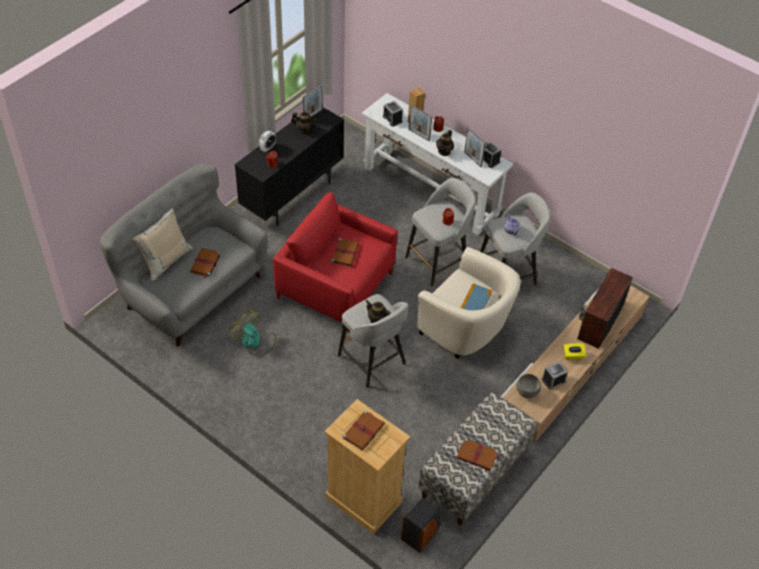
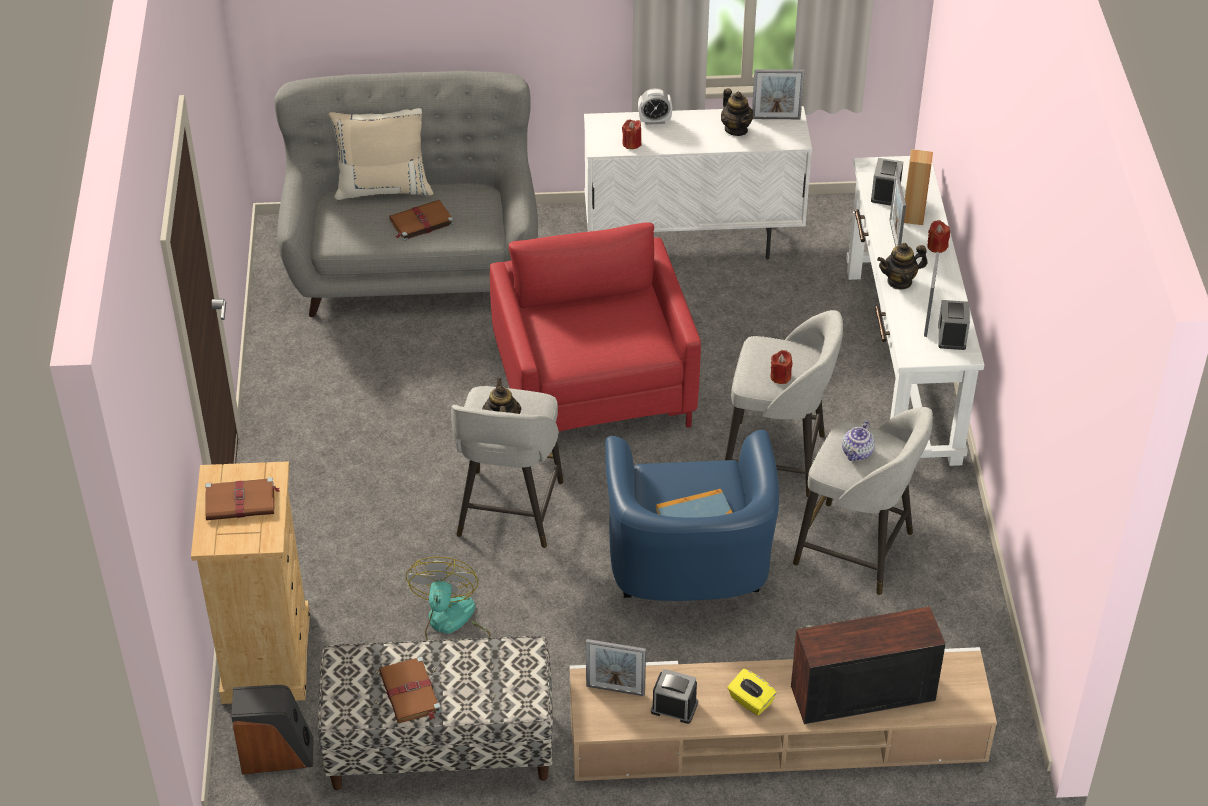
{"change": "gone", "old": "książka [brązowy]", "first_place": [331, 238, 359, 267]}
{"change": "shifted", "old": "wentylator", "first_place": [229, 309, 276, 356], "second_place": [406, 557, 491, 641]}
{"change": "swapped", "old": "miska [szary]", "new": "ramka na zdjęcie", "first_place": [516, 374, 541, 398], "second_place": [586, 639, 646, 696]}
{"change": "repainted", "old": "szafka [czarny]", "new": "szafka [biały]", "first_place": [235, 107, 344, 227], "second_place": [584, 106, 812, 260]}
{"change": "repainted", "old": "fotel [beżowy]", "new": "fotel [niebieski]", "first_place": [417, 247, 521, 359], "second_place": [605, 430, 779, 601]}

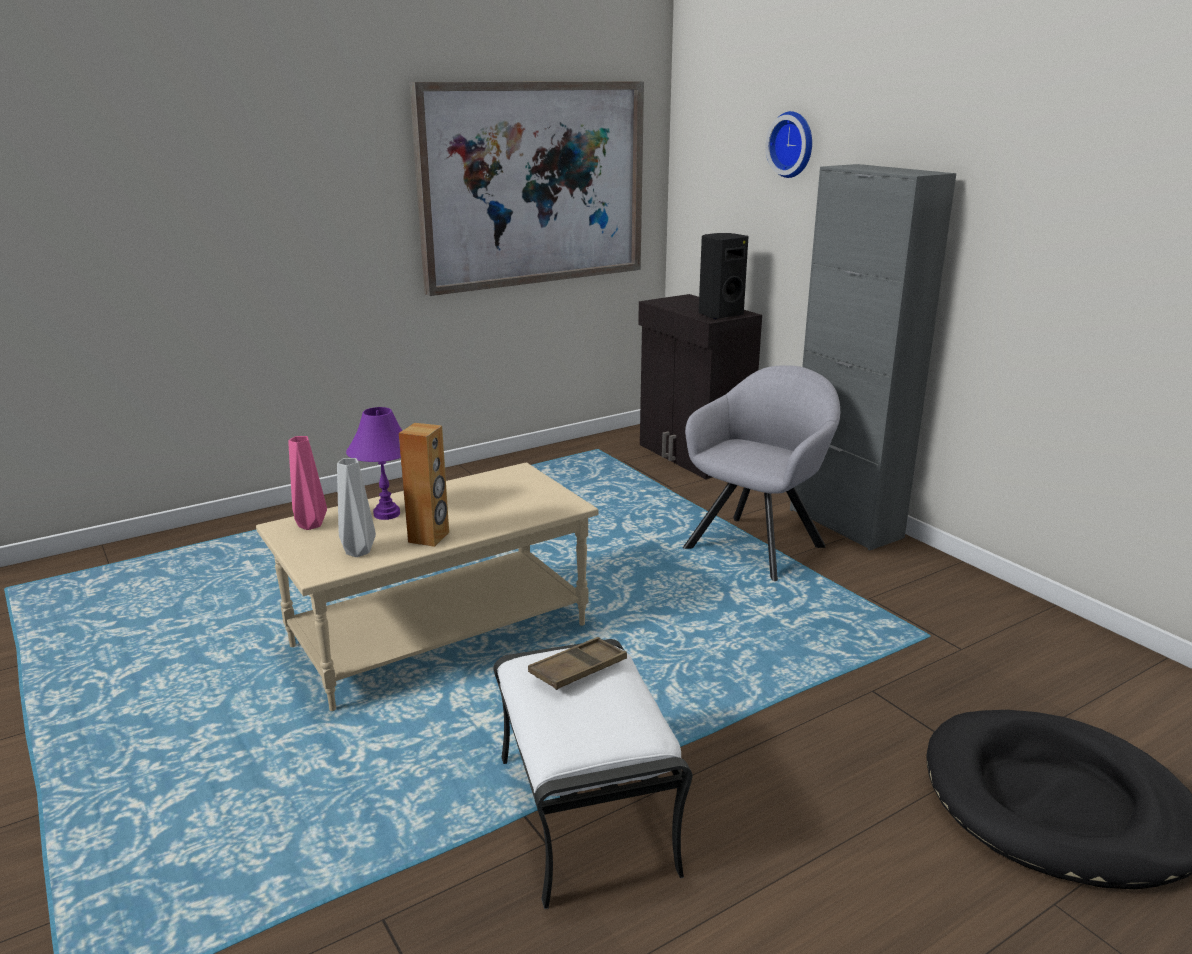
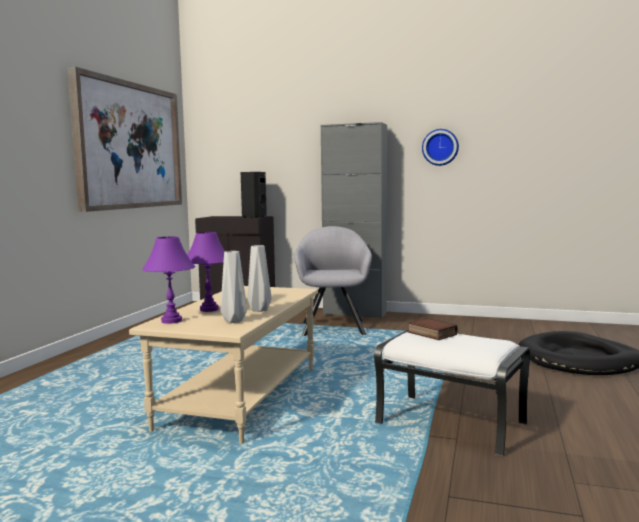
{"change": "shifted", "old": "zegar ścienny", "first_place": [765, 111, 812, 178], "second_place": [422, 129, 459, 166]}
{"change": "swapped", "old": "wazon [różowy]", "new": "lampa stołowa [fioletowy]", "first_place": [288, 436, 327, 530], "second_place": [142, 237, 195, 324]}
{"change": "swapped", "old": "głośnik [brązowy]", "new": "wazon [szary]", "first_place": [399, 423, 449, 547], "second_place": [247, 245, 271, 312]}
{"change": "swapped", "old": "taca [brązowy]", "new": "książka", "first_place": [528, 637, 627, 690], "second_place": [408, 318, 458, 340]}

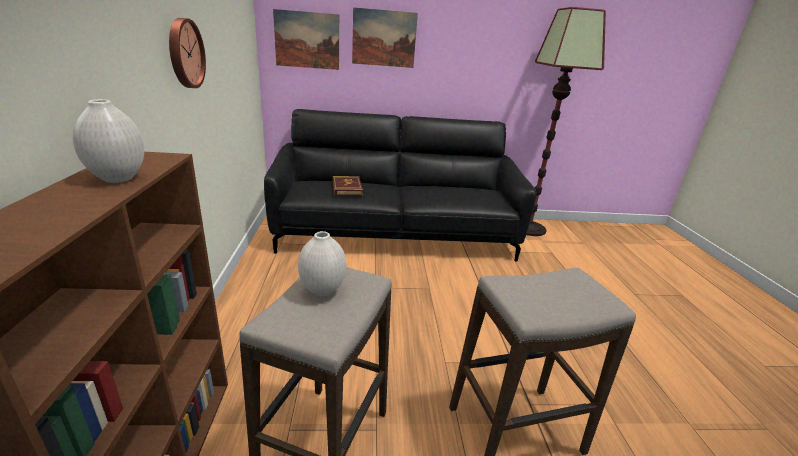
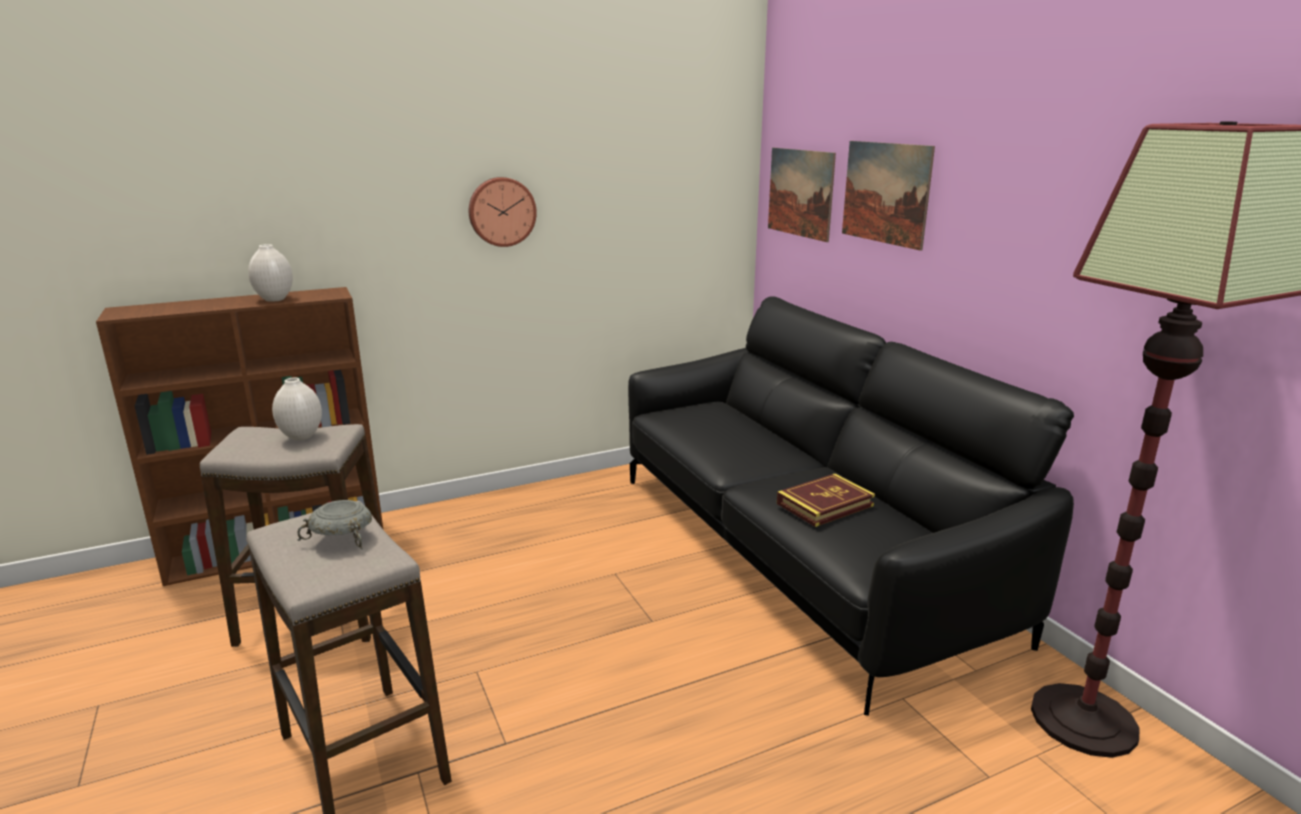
{"change": "new", "new": "miska [szary]", "second_place": [297, 500, 372, 550]}
{"change": "shifted", "old": "książka", "first_place": [333, 176, 363, 196], "second_place": [777, 474, 875, 527]}

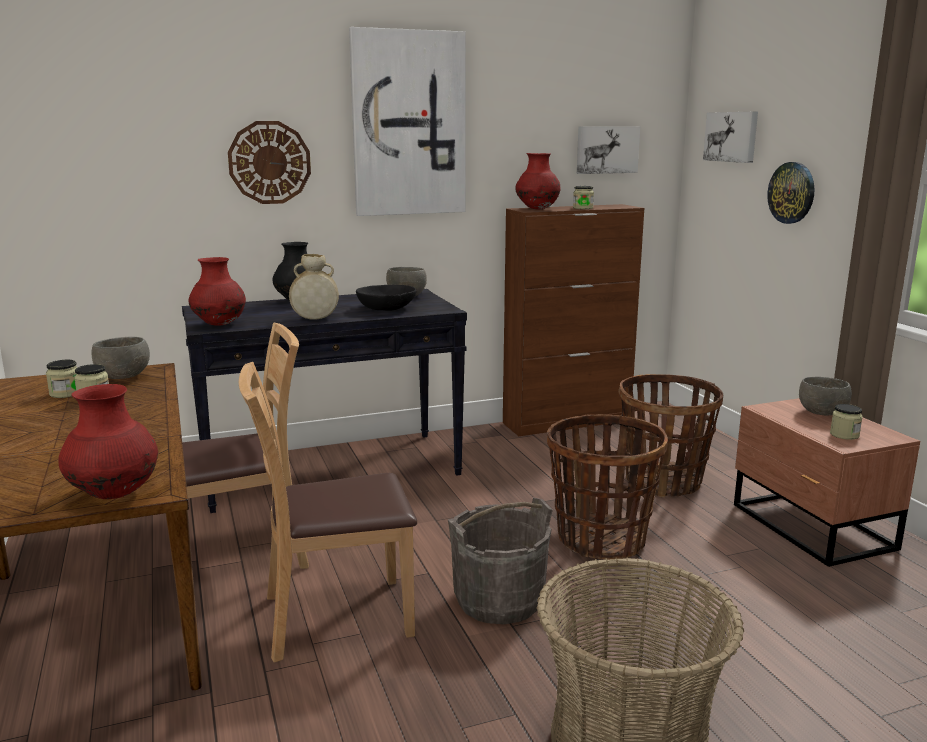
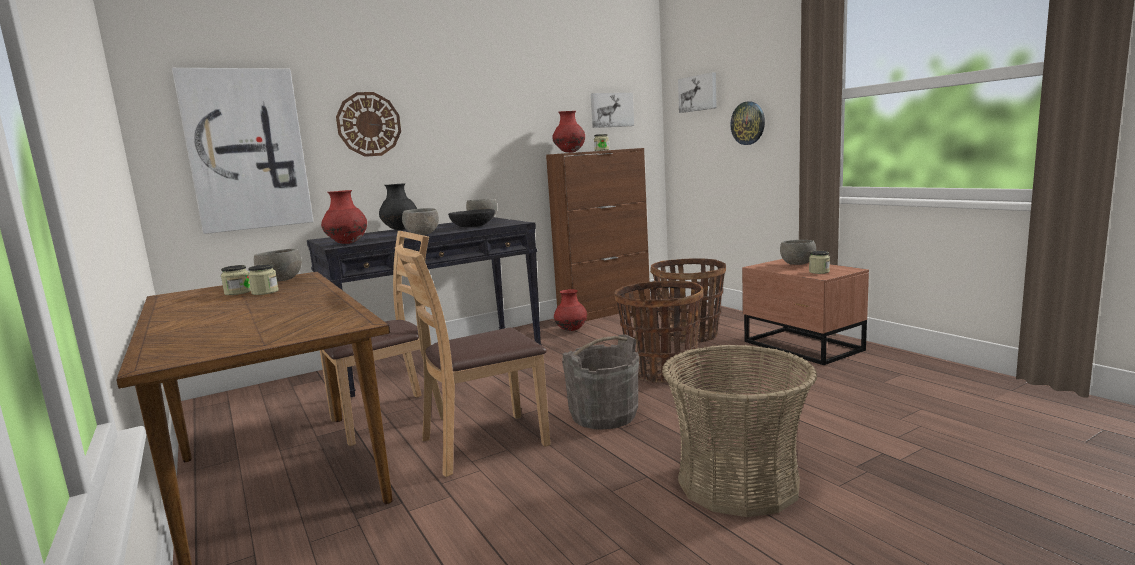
{"change": "shifted", "old": "wazon [czerwony]", "first_place": [58, 384, 158, 499], "second_place": [554, 289, 587, 331]}
{"change": "shifted", "old": "obraz", "first_place": [349, 27, 466, 216], "second_place": [172, 68, 314, 234]}
{"change": "swapped", "old": "wazon [beżowy]", "new": "miska [szary]", "first_place": [289, 254, 339, 320], "second_place": [402, 208, 439, 235]}

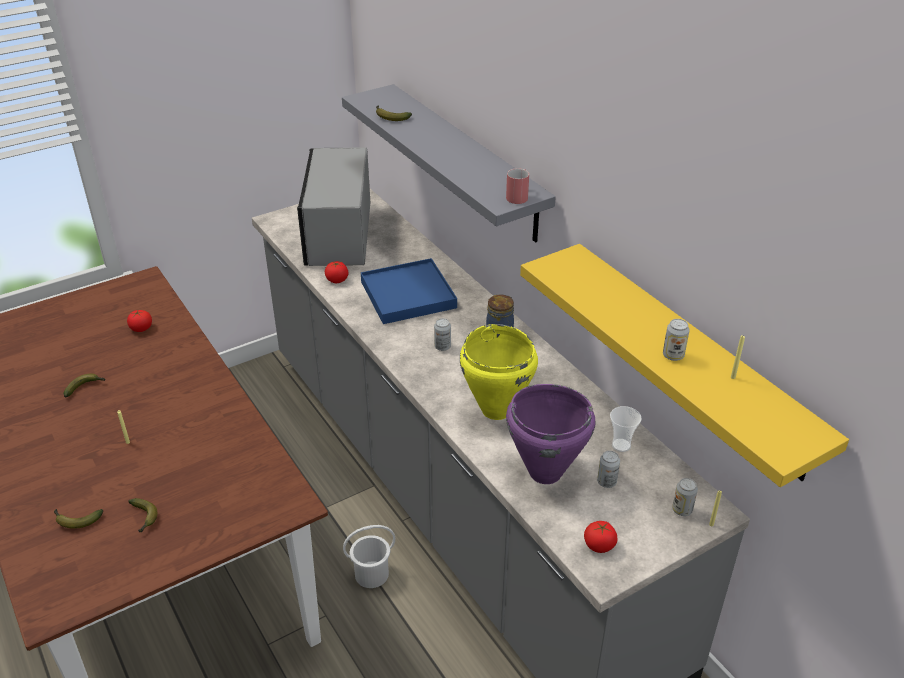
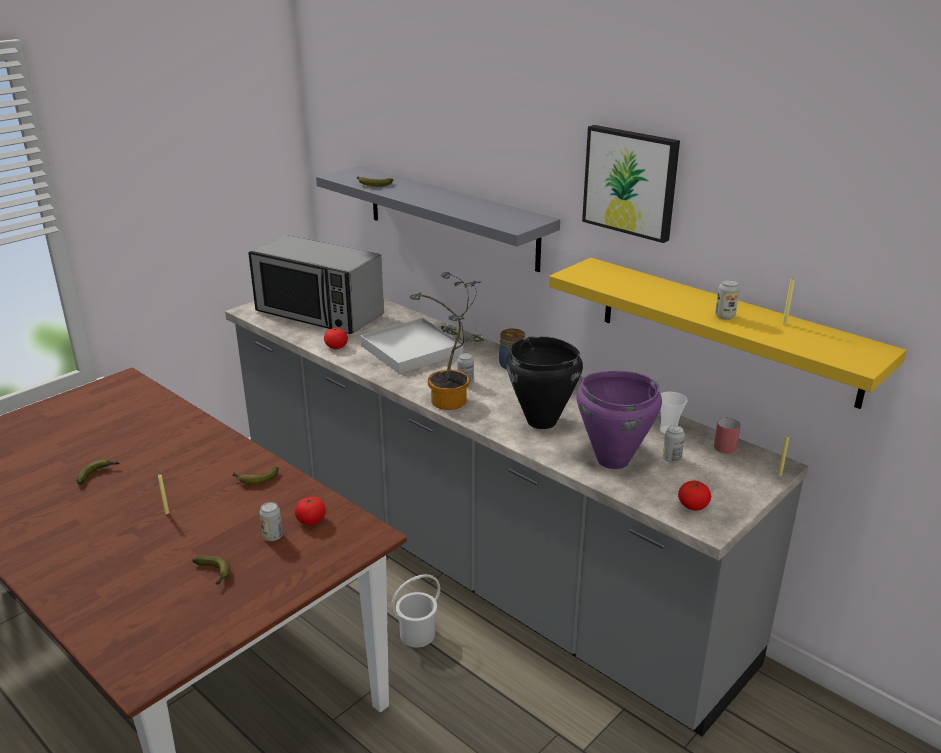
{"change": "new", "new": "roślina doniczkowa", "second_place": [410, 272, 484, 410]}
{"change": "new", "new": "obraz", "second_place": [582, 125, 680, 243]}
{"change": "shifted", "old": "banan", "first_place": [54, 509, 103, 529], "second_place": [232, 467, 279, 484]}
{"change": "shifted", "old": "pomidor", "first_place": [127, 310, 152, 332], "second_place": [295, 497, 326, 525]}
{"change": "shifted", "old": "kubek [czerwony]", "first_place": [506, 168, 529, 204], "second_place": [714, 417, 741, 454]}
{"change": "shifted", "old": "puszka", "first_place": [672, 478, 698, 516], "second_place": [259, 502, 283, 541]}
{"change": "repainted", "old": "taca [niebieski]", "new": "taca [biały]", "first_place": [361, 258, 457, 324], "second_place": [360, 318, 463, 374]}
{"change": "repainted", "old": "garnek [żółty]", "new": "garnek [czarny]", "first_place": [460, 324, 538, 420], "second_place": [506, 336, 583, 429]}
{"change": "rotated", "old": "mikrofalówka", "first_place": [297, 147, 370, 266], "second_place": [248, 235, 384, 334], "degrees": -45}

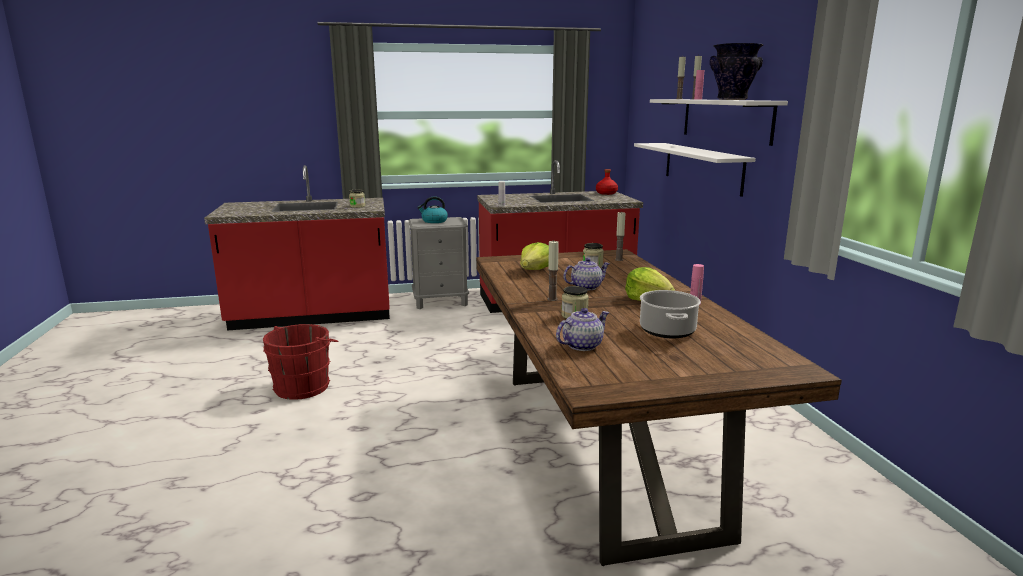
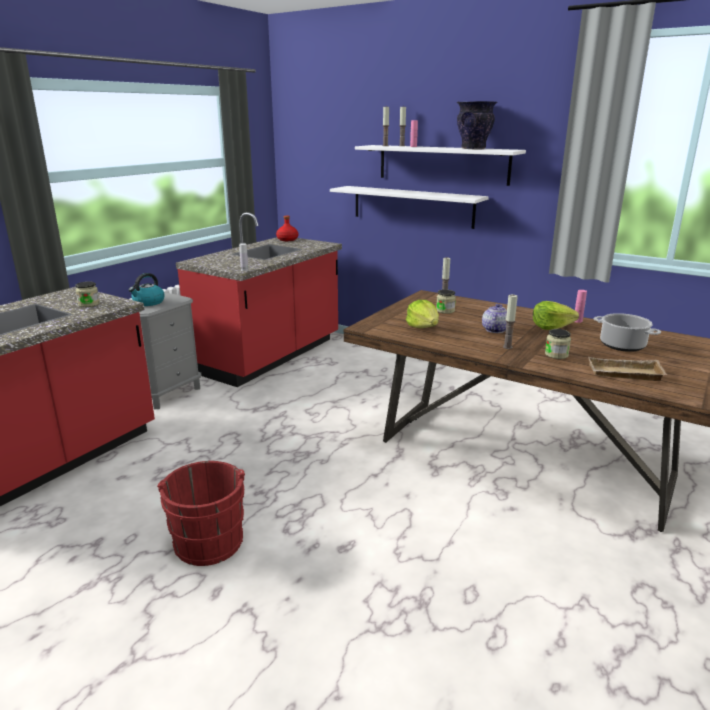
{"change": "swapped", "old": "imbryk", "new": "taca [beżowy]", "first_place": [556, 308, 609, 351], "second_place": [589, 357, 667, 381]}

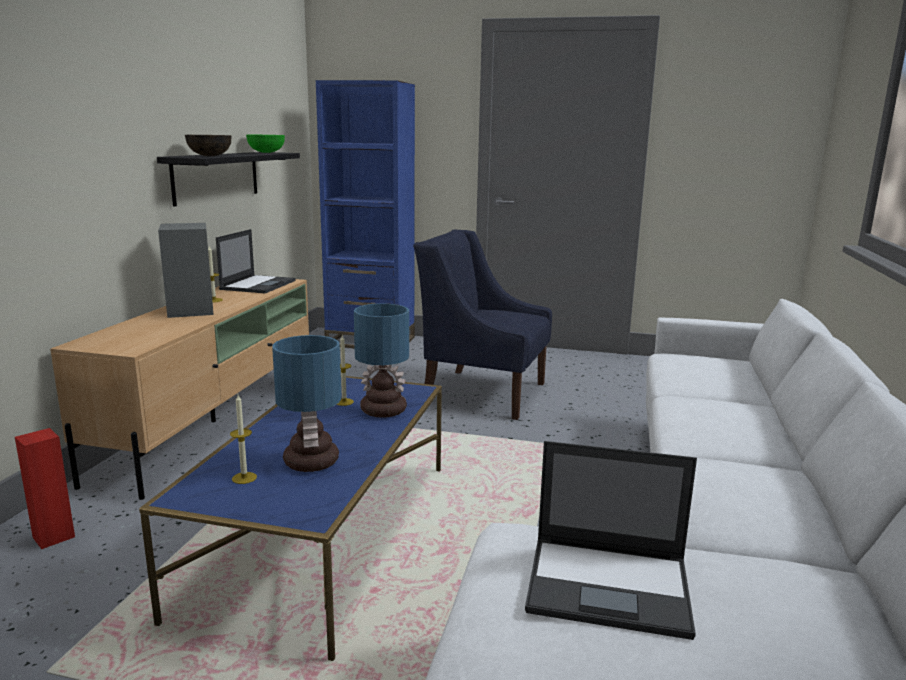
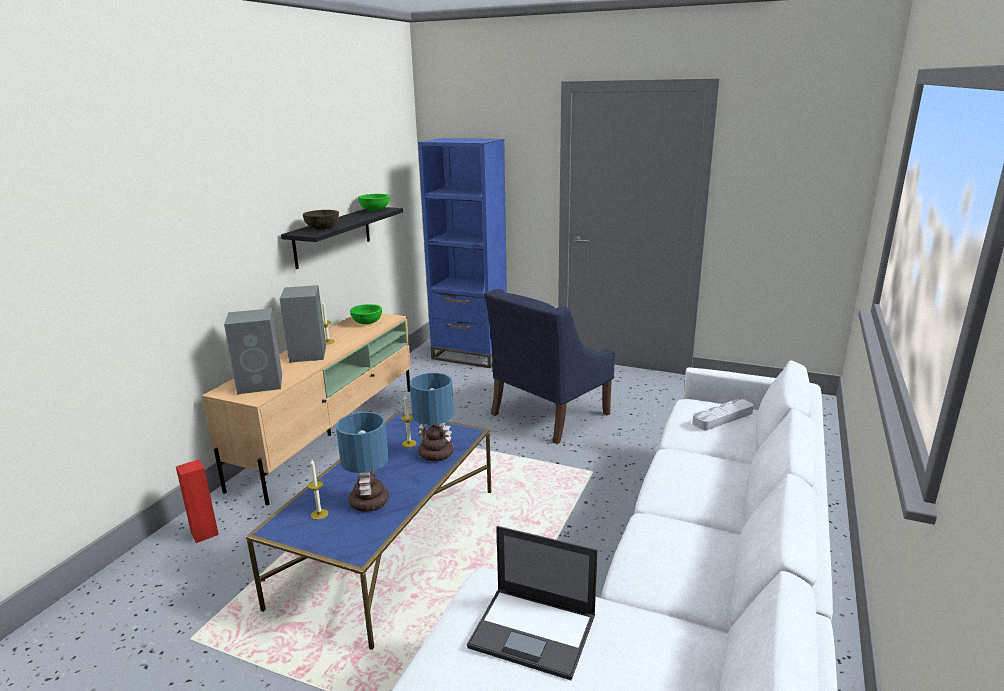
{"change": "new", "new": "głośnik [szary]", "second_place": [224, 308, 282, 394]}
{"change": "new", "new": "taca [szary]", "second_place": [692, 399, 753, 430]}
{"change": "swapped", "old": "laptop", "new": "miska [zielony]", "first_place": [216, 229, 296, 294], "second_place": [350, 304, 382, 324]}
{"change": "rotated", "old": "fotel [niebieski]", "first_place": [413, 230, 552, 420], "second_place": [484, 289, 615, 444], "degrees": -75}

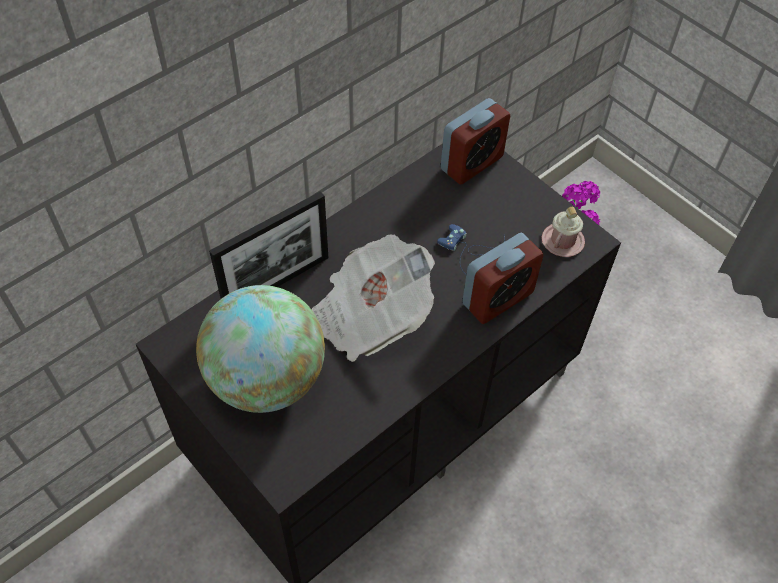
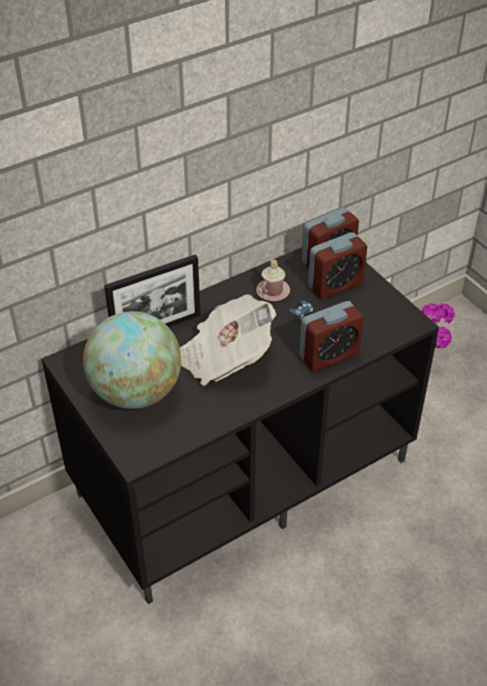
{"change": "new", "new": "budzik", "second_place": [308, 232, 367, 299]}
{"change": "shifted", "old": "kubek [różowy]", "first_place": [542, 207, 585, 257], "second_place": [256, 260, 290, 301]}

